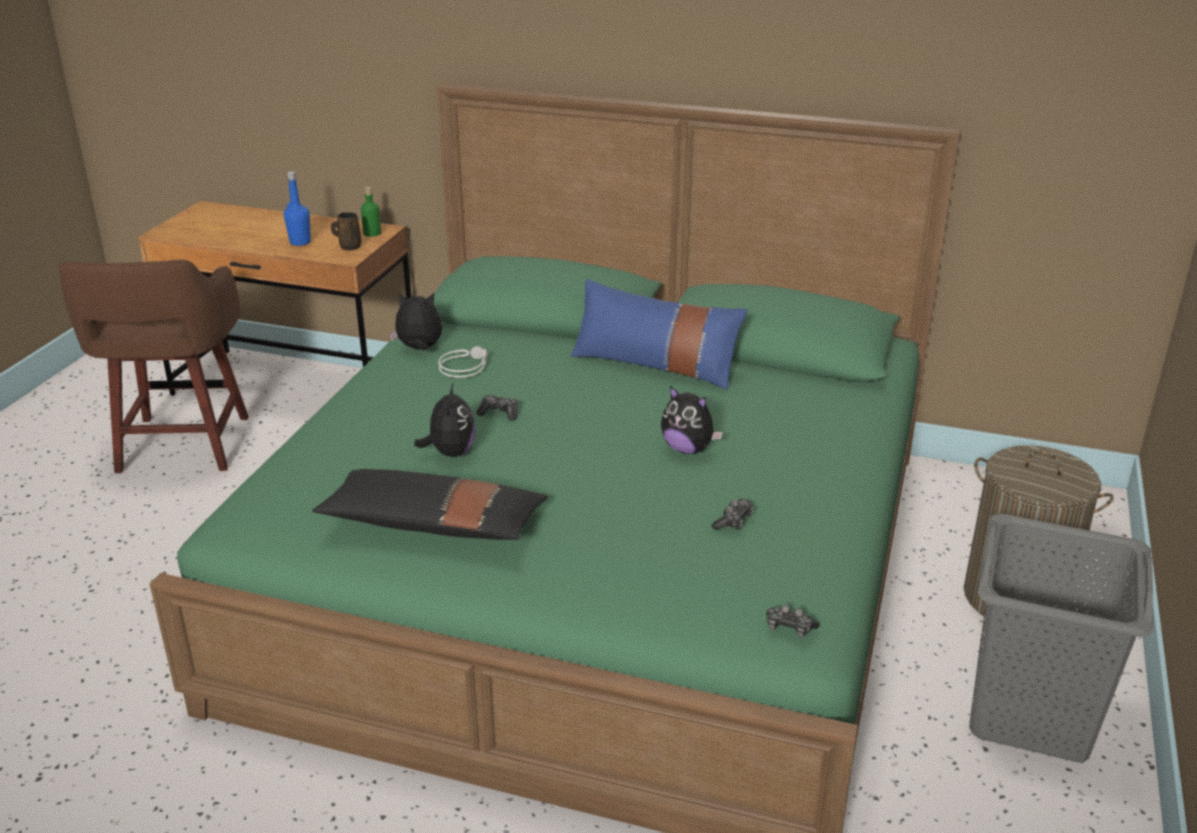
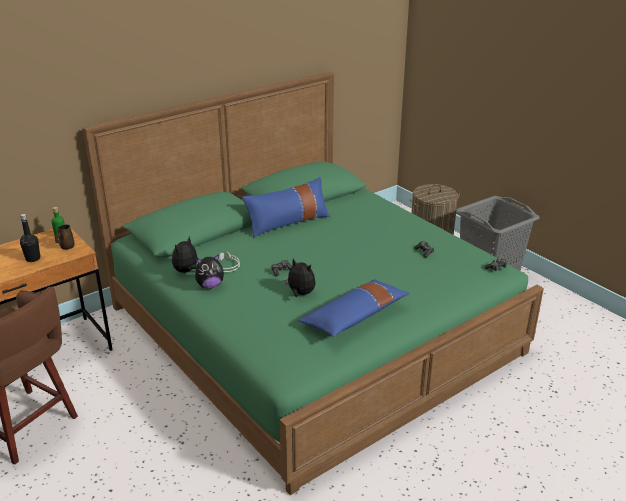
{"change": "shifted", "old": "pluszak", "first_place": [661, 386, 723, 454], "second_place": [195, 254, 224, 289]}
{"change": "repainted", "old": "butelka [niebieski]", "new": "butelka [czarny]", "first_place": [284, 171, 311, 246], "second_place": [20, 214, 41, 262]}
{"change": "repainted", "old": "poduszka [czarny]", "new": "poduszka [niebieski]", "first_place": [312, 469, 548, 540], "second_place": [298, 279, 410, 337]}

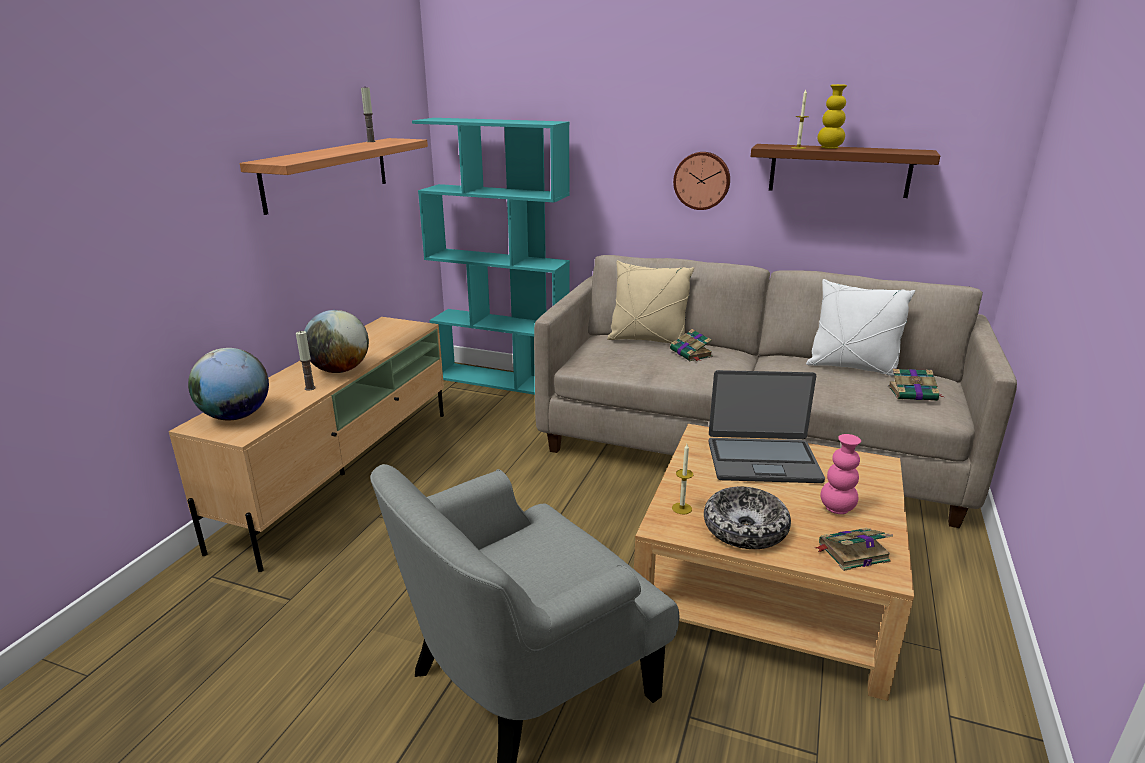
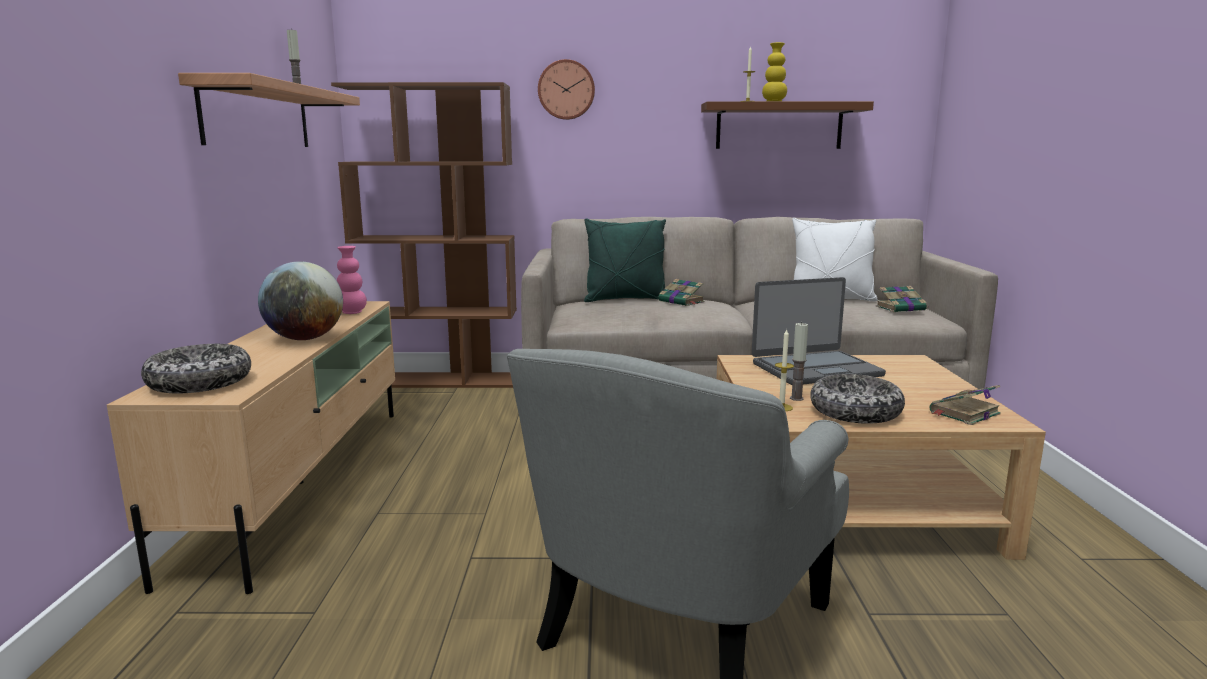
{"change": "shifted", "old": "świeca", "first_place": [296, 331, 316, 391], "second_place": [790, 322, 808, 401]}
{"change": "shifted", "old": "zegar ścienny", "first_place": [673, 152, 730, 210], "second_place": [538, 59, 595, 120]}
{"change": "shifted", "old": "wazon [różowy]", "first_place": [821, 434, 861, 514], "second_place": [337, 246, 367, 314]}
{"change": "swapped", "old": "globus", "new": "miska", "first_place": [188, 348, 269, 420], "second_place": [141, 344, 251, 393]}
{"change": "repainted", "old": "regał [turkusowy]", "new": "regał [brązowy]", "first_place": [412, 118, 570, 395], "second_place": [331, 82, 517, 388]}
{"change": "repainted", "old": "poduszka [beżowy]", "new": "poduszka [zielony]", "first_place": [607, 260, 694, 344], "second_place": [584, 218, 666, 302]}

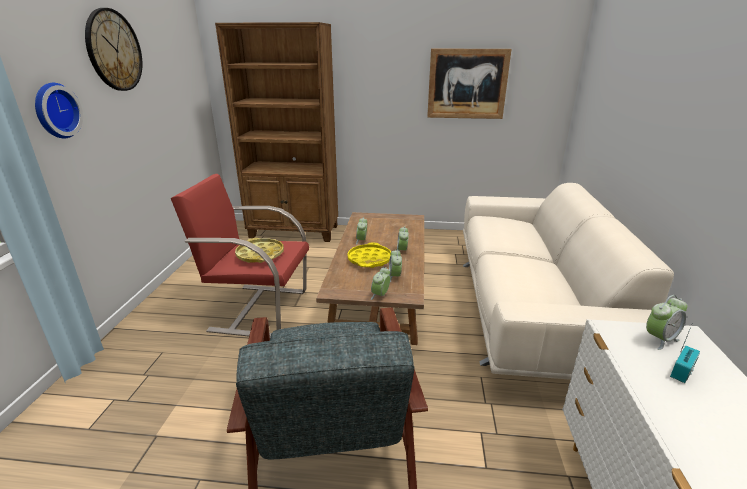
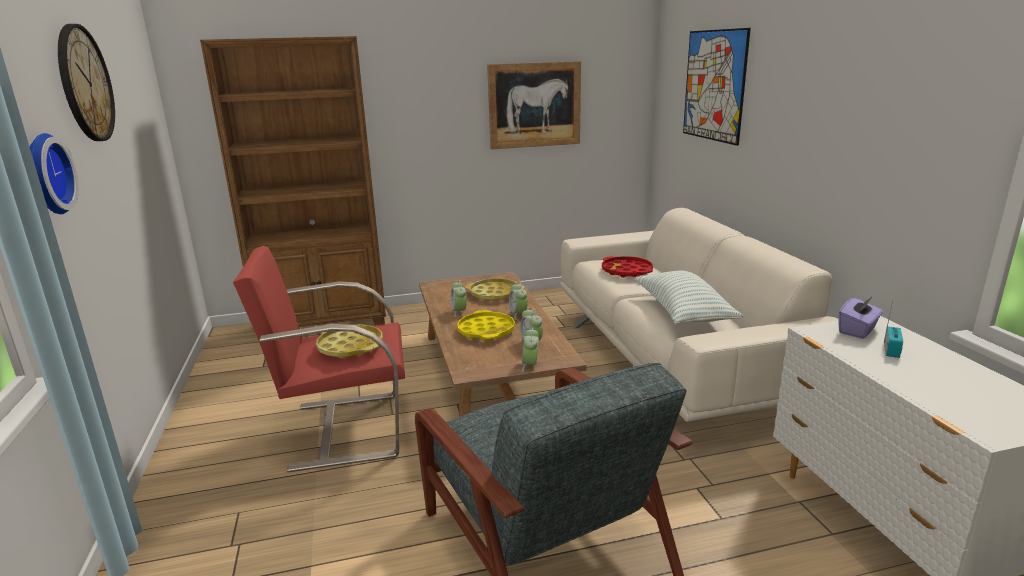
{"change": "new", "new": "taca [żółty]", "second_place": [465, 278, 524, 301]}
{"change": "new", "new": "taca [czerwony]", "second_place": [602, 256, 653, 278]}
{"change": "new", "new": "poduszka", "second_place": [635, 271, 743, 325]}
{"change": "new", "new": "obraz", "second_place": [683, 28, 751, 146]}
{"change": "swapped", "old": "budzik", "new": "pudełko chusteczek [fioletowy]", "first_place": [646, 295, 688, 350], "second_place": [838, 296, 883, 339]}

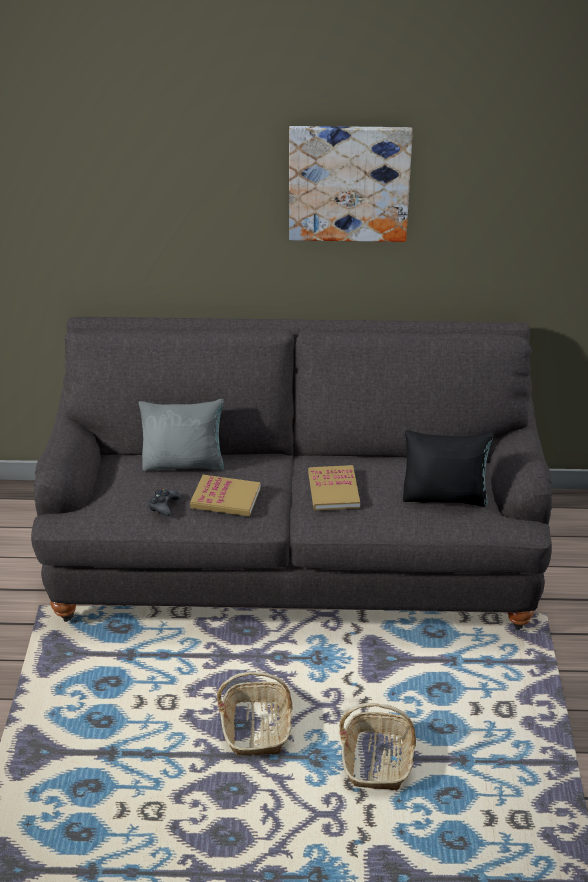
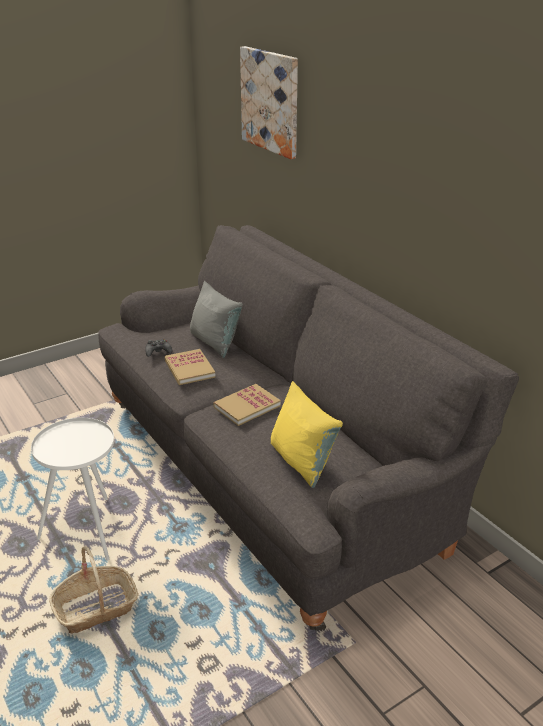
{"change": "shifted", "old": "obraz", "first_place": [289, 126, 413, 242], "second_place": [240, 46, 298, 159]}
{"change": "swapped", "old": "koszyk", "new": "stolik [biały]", "first_place": [217, 672, 293, 755], "second_place": [31, 418, 114, 561]}
{"change": "repainted", "old": "poduszka [czarny]", "new": "poduszka [żółty]", "first_place": [403, 430, 494, 507], "second_place": [271, 381, 343, 488]}

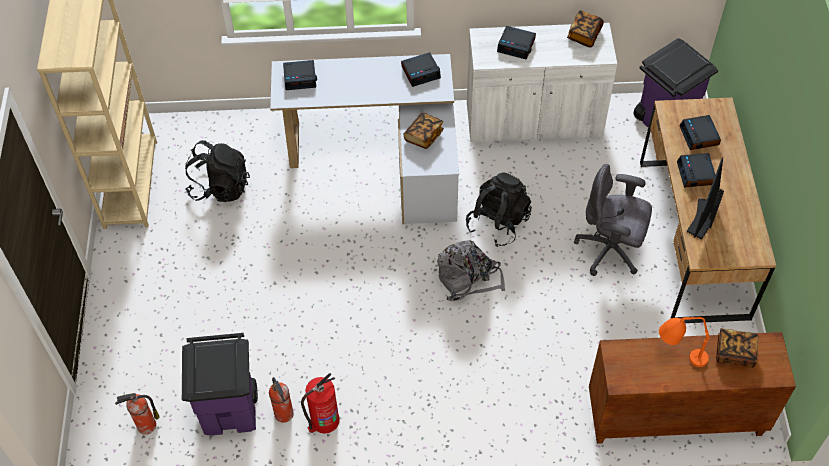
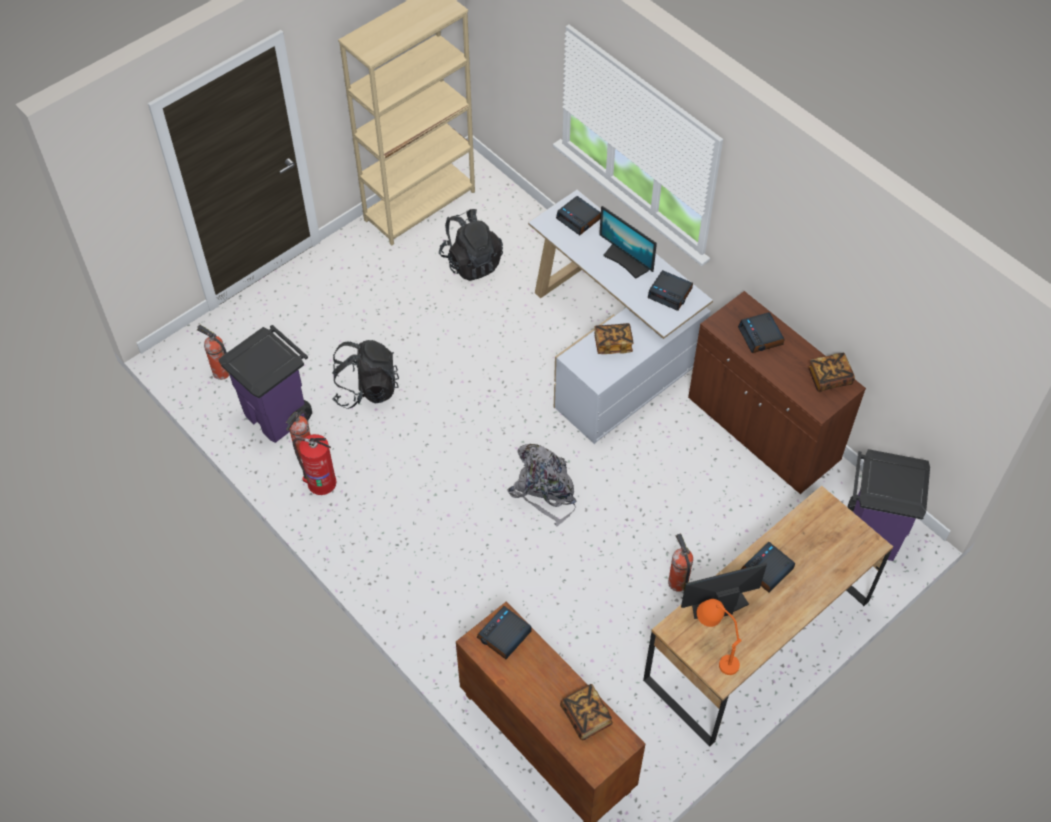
{"change": "new", "new": "monitor", "second_place": [599, 206, 657, 279]}
{"change": "shifted", "old": "plecak [czarny]", "first_place": [466, 172, 532, 247], "second_place": [332, 340, 399, 409]}
{"change": "shifted", "old": "lampa stołowa [pomarańczowy]", "first_place": [659, 317, 710, 367], "second_place": [697, 599, 742, 675]}
{"change": "shifted", "old": "budzik", "first_place": [680, 115, 721, 150], "second_place": [477, 606, 532, 659]}
{"change": "swapped", "old": "krzesło biurowe [szary]", "new": "gaśnica", "first_place": [574, 164, 652, 276], "second_place": [668, 533, 693, 592]}
{"change": "repainted", "old": "szafka [biały]", "new": "szafka [brązowy]", "first_place": [467, 23, 617, 142], "second_place": [688, 291, 866, 494]}

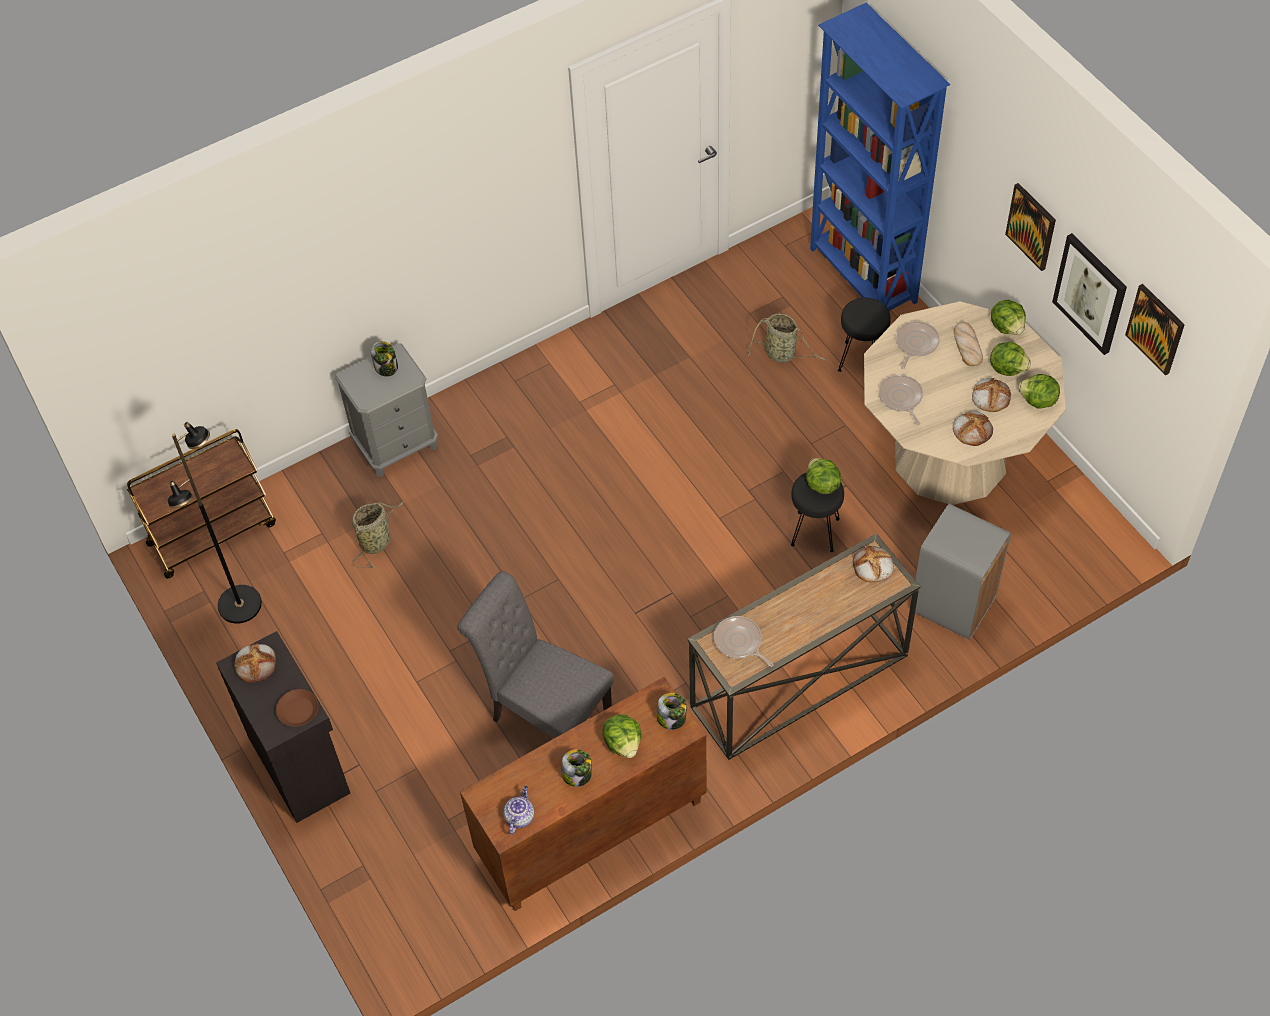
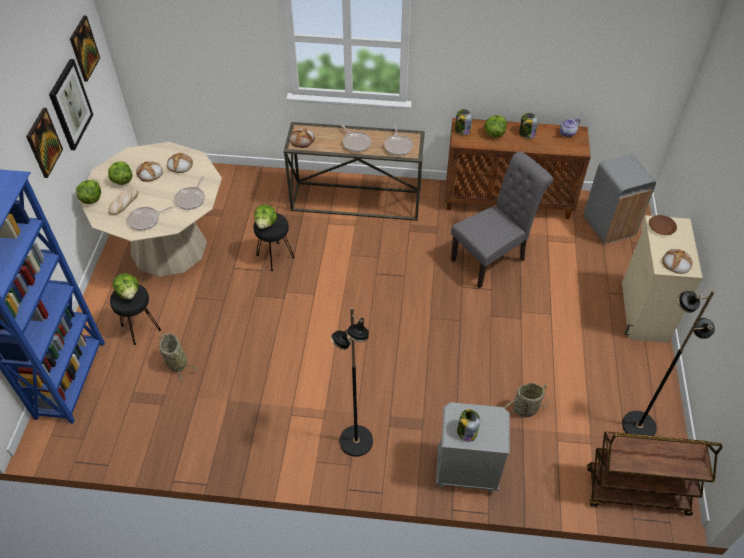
{"change": "new", "new": "lampa stojąca [czarny]", "second_place": [331, 307, 373, 457]}
{"change": "new", "new": "patelnia", "second_place": [341, 124, 371, 152]}
{"change": "shifted", "old": "kosz na śmieci [szary]", "first_place": [915, 504, 1011, 640], "second_place": [583, 154, 656, 244]}
{"change": "shifted", "old": "sałata", "first_place": [1018, 374, 1060, 409], "second_place": [112, 273, 138, 299]}
{"change": "repainted", "old": "szafka [czarny]", "new": "szafka [beżowy]", "first_place": [216, 631, 350, 823], "second_place": [622, 215, 703, 343]}
{"change": "rotated", "old": "krzesło [szary]", "first_place": [457, 571, 614, 738], "second_place": [451, 151, 553, 289], "degrees": -105}

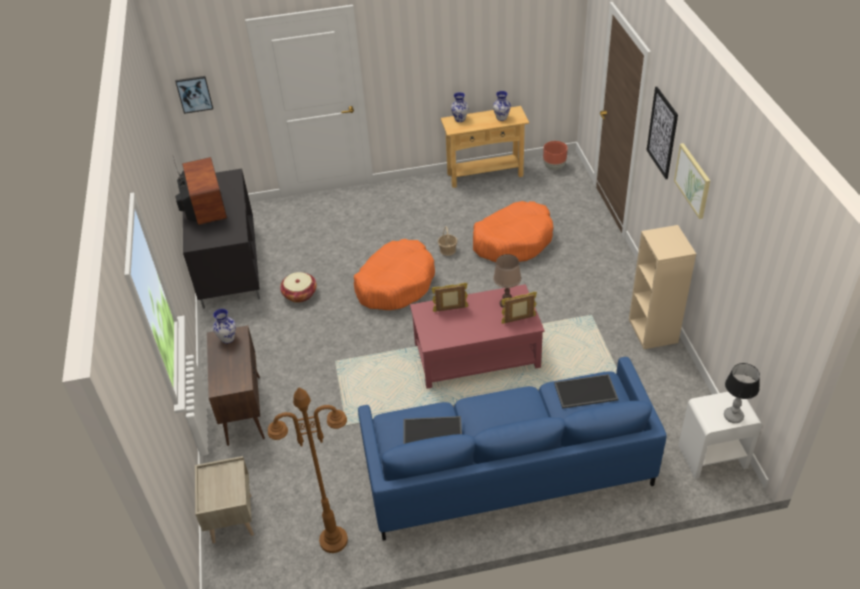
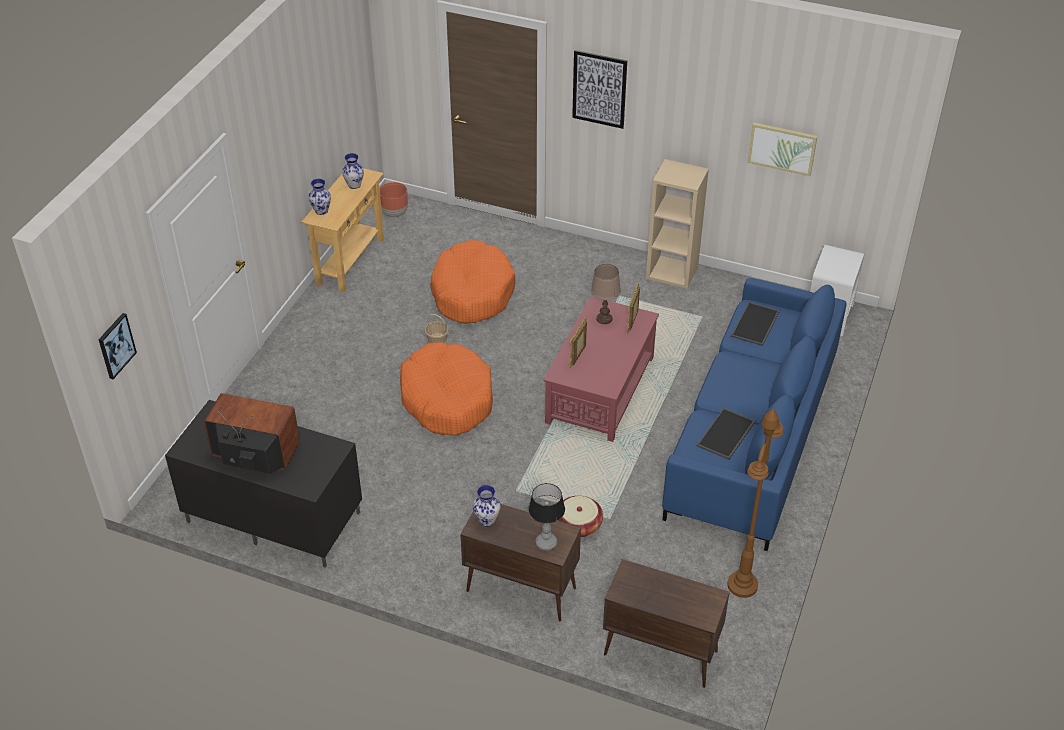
{"change": "shifted", "old": "koszyk", "first_place": [280, 272, 317, 303], "second_place": [558, 496, 603, 537]}
{"change": "shifted", "old": "obraz", "first_place": [674, 143, 710, 219], "second_place": [747, 122, 817, 176]}
{"change": "shifted", "old": "lampa stołowa", "first_place": [724, 363, 760, 423], "second_place": [528, 483, 565, 551]}
{"change": "swapped", "old": "szafka nocna [beżowy]", "new": "szafka [brązowy]", "first_place": [195, 456, 254, 544], "second_place": [603, 559, 730, 688]}

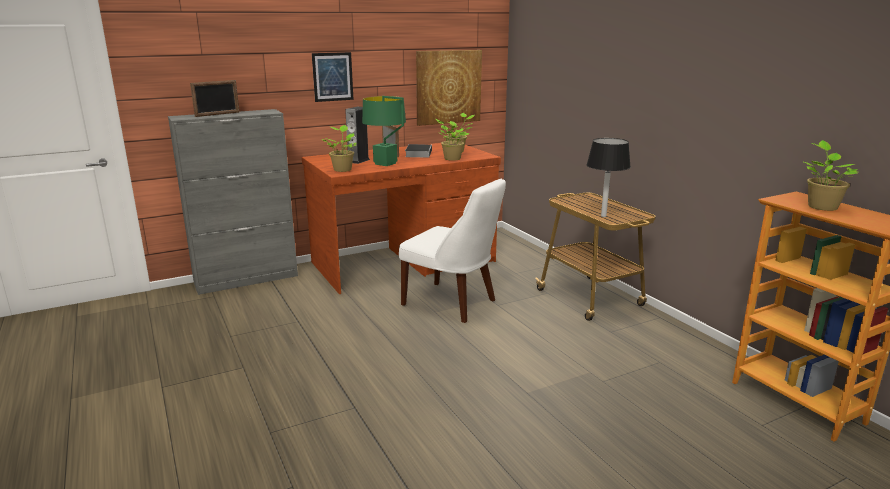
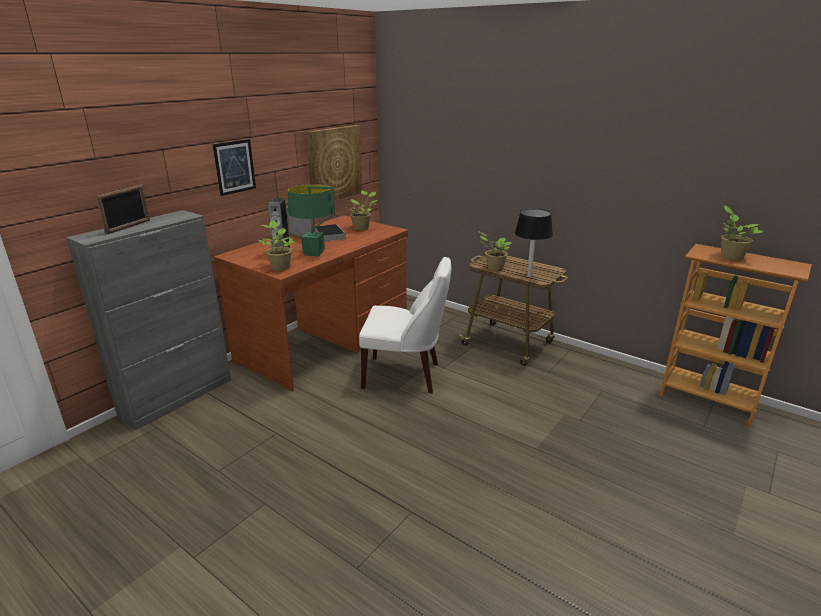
{"change": "shifted", "old": "roślina doniczkowa", "first_place": [436, 119, 470, 161], "second_place": [478, 231, 511, 271]}

